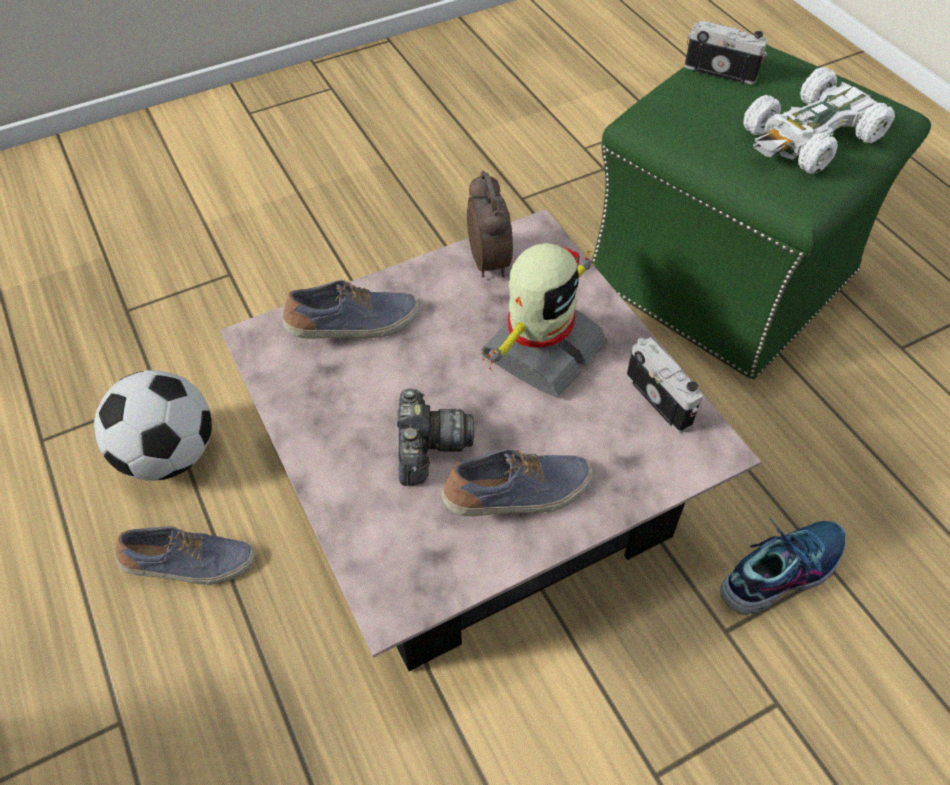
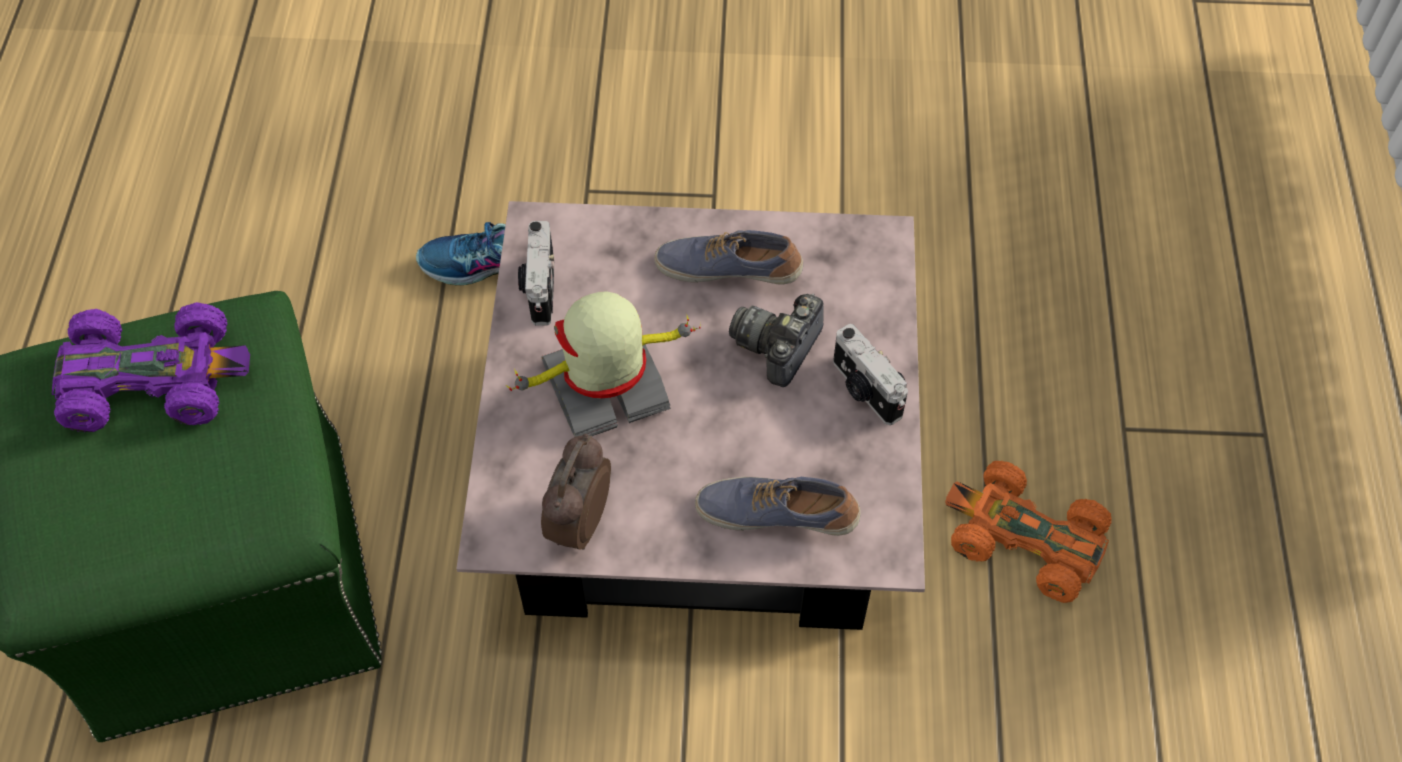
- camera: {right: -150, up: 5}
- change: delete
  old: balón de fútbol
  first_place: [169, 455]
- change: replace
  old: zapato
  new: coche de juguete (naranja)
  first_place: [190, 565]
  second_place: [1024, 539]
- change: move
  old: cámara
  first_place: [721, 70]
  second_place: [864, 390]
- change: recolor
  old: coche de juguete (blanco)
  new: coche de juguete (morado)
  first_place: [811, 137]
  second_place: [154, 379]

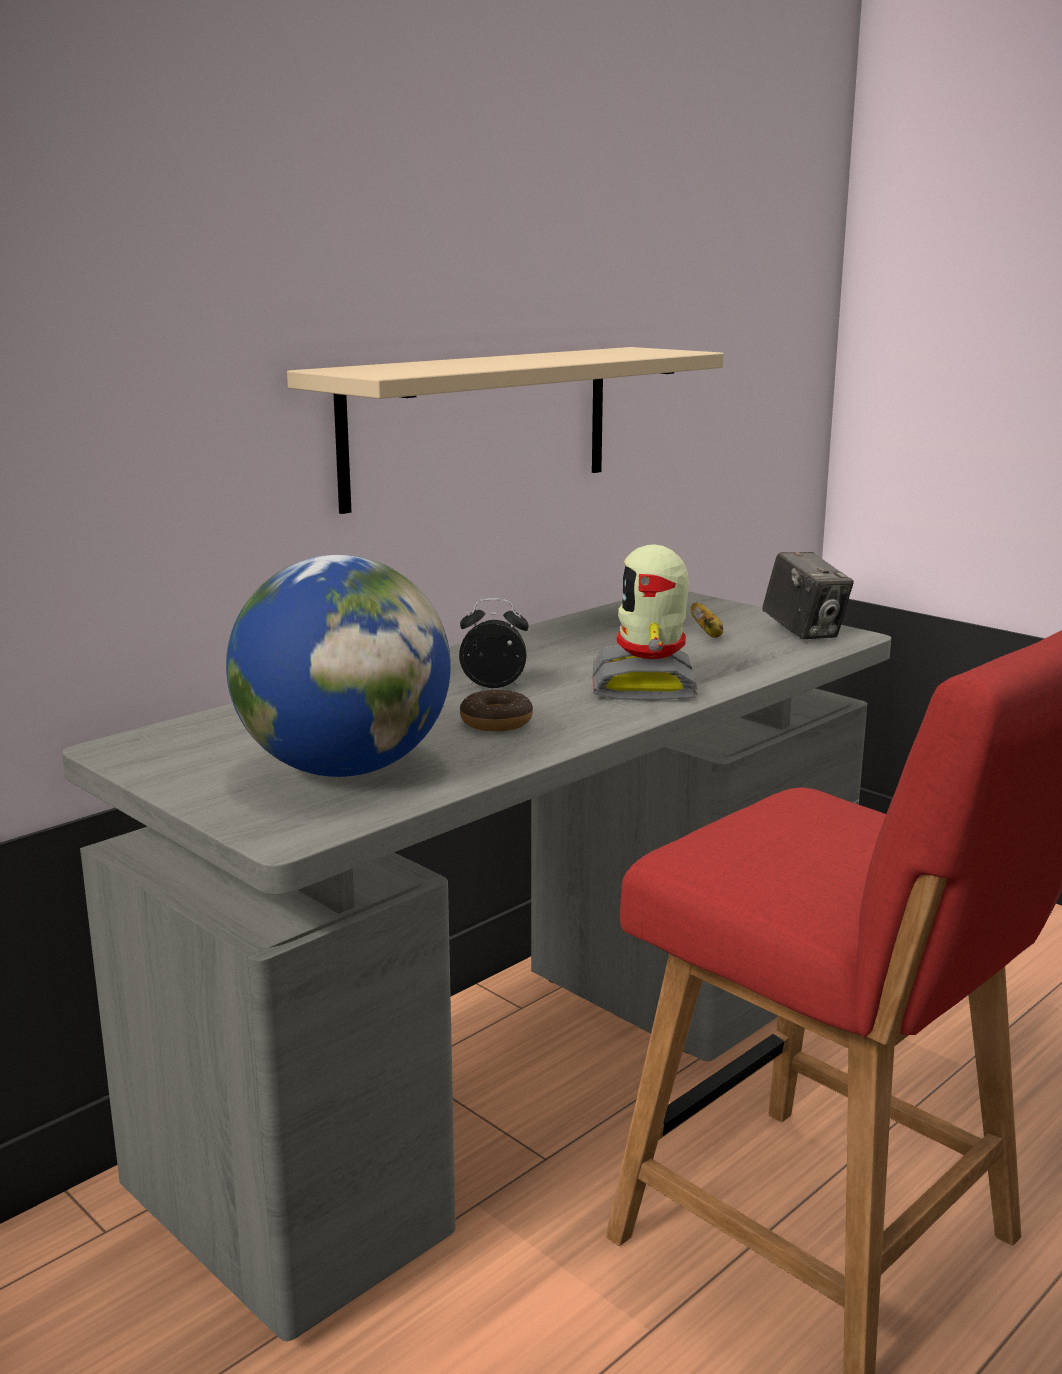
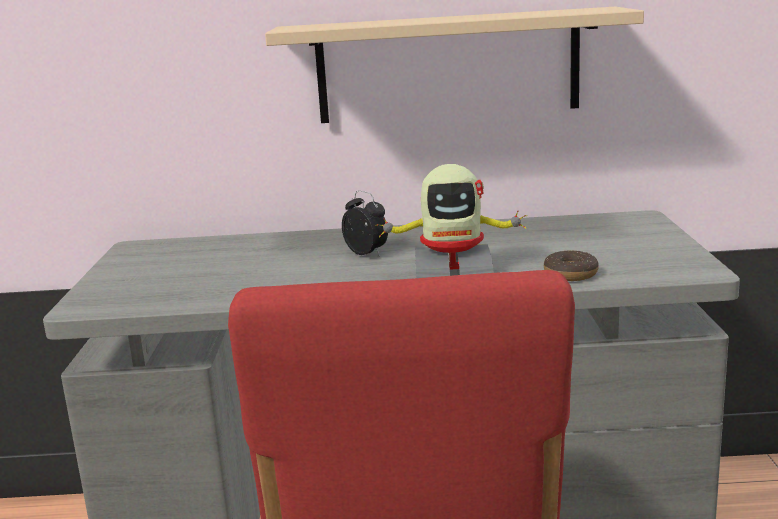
- camera: {right: 45, up: 0}
- change: delete
  old: globo terráqueo
  first_place: [344, 769]
- change: move
  old: rosquilla
  first_place: [496, 722]
  second_place: [570, 274]
- change: rotate
  old: robot de juguete
  first_place: [647, 685]
  second_place: [453, 274]
  degrees: -135
- change: delete
  old: plátano
  first_place: [707, 634]
- change: delete
  old: cámara
  first_place: [804, 632]

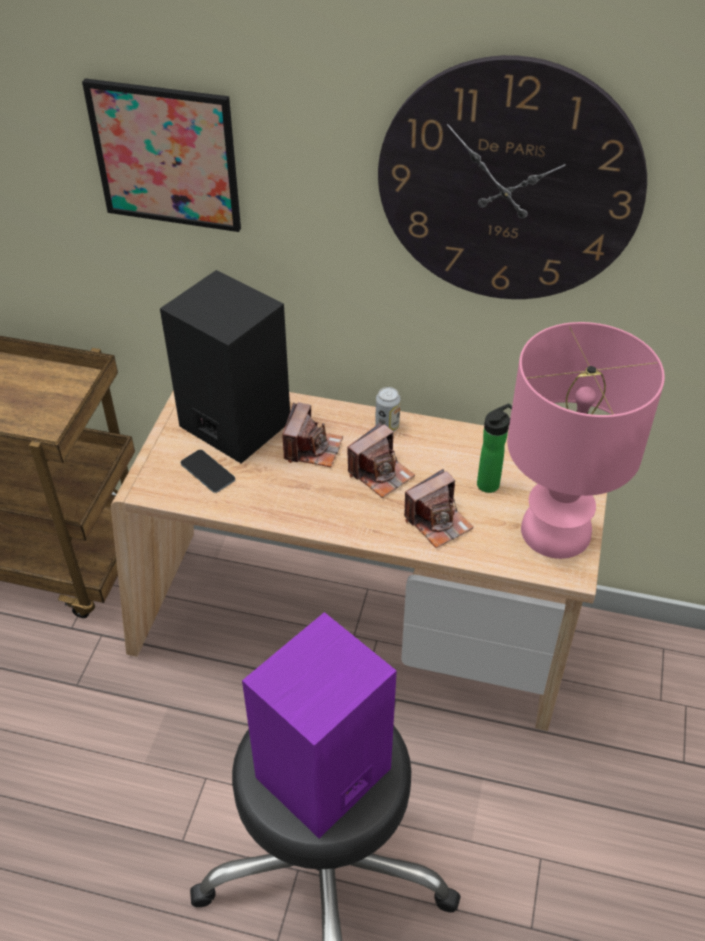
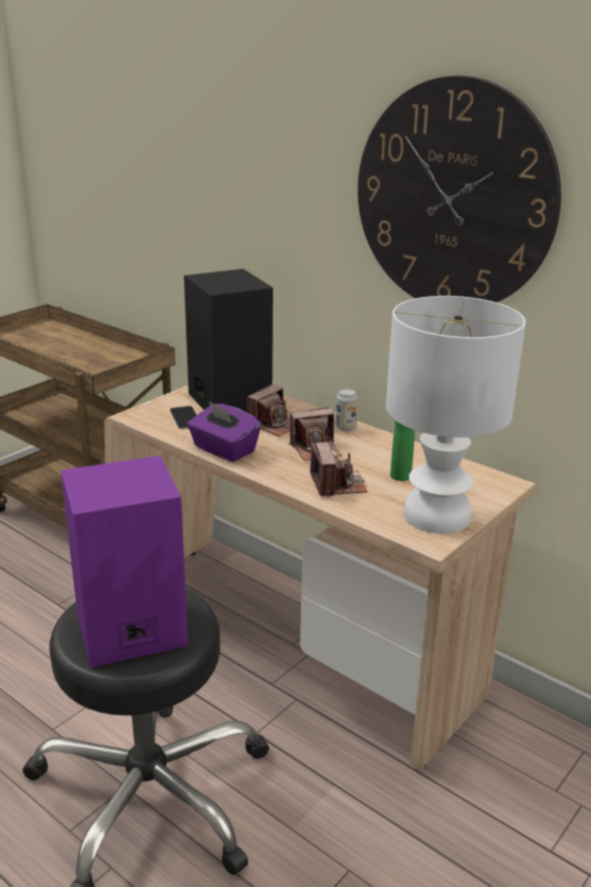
- camera: {right: 25, up: -20}
- change: delete
  old: cuadro
  first_place: [166, 156]
- change: rotate
  old: cámara
  first_place: [438, 522]
  second_place: [338, 485]
  degrees: -90
- change: recolor
  old: lámpara de mesa (rosa)
  new: lámpara de mesa (blanco)
  first_place: [554, 530]
  second_place: [436, 514]
- change: insert
  new: caja de pañuelos (morado)
  second_place: [223, 450]

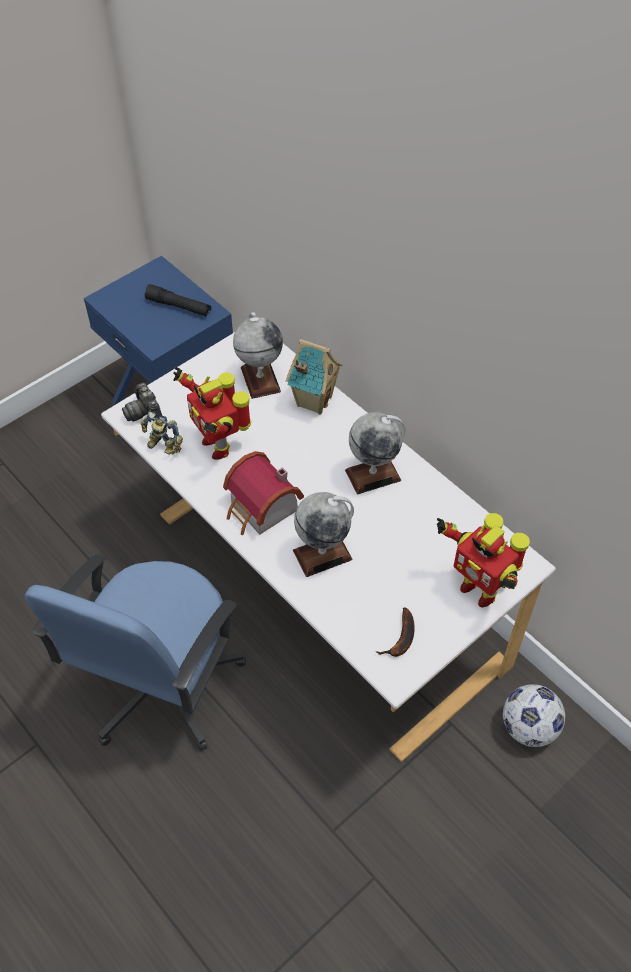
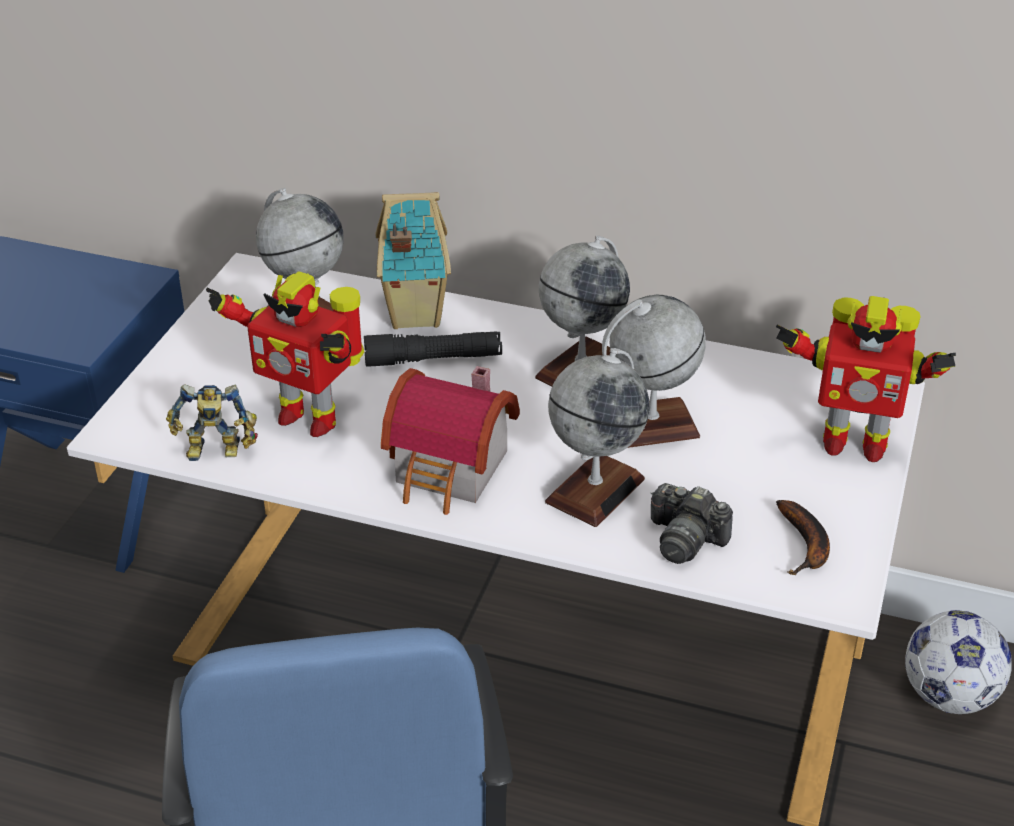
- camera: {right: -30, up: -15}
- change: move
  old: cámara
  first_place: [144, 411]
  second_place: [685, 539]
- change: move
  old: linterna (negro)
  first_place: [179, 306]
  second_place: [433, 359]
- change: insert
  new: globo terráqueo
  second_place: [650, 425]

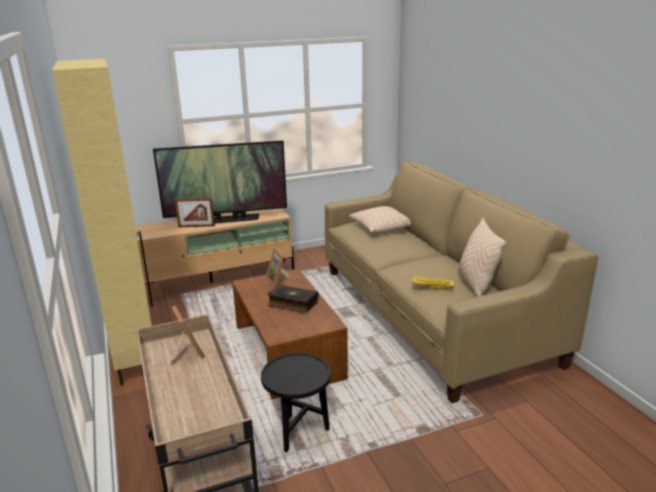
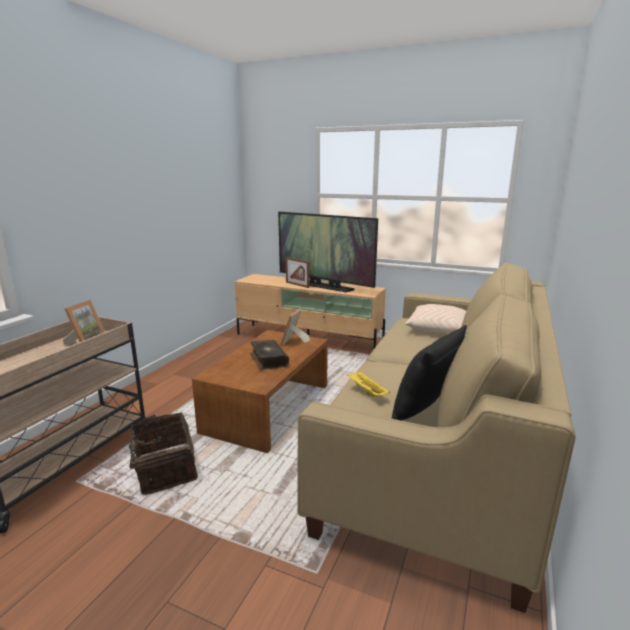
- camera: {right: 45, up: -5}
- change: delete
  old: armario (beis)
  first_place: [135, 358]
- change: replace
  old: mesa auxiliar (negro)
  new: cesta
  first_place: [299, 435]
  second_place: [164, 469]
- change: recolor
  old: cojín (beis)
  new: cojín (negro)
  first_place: [476, 284]
  second_place: [423, 411]

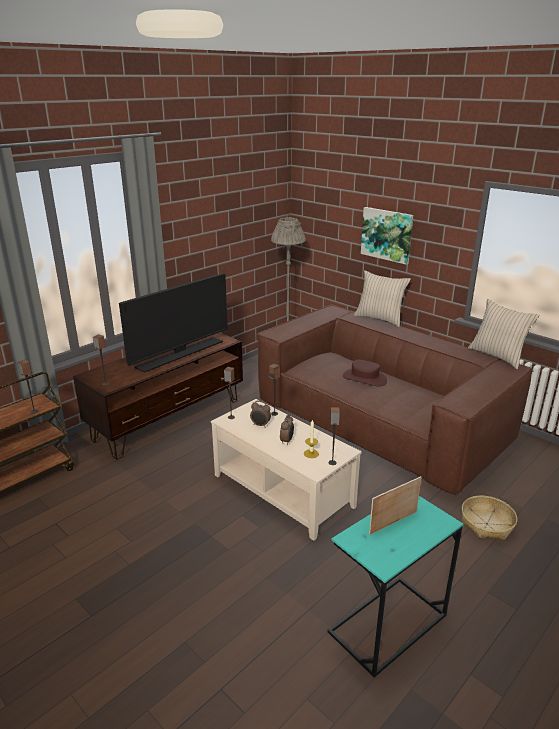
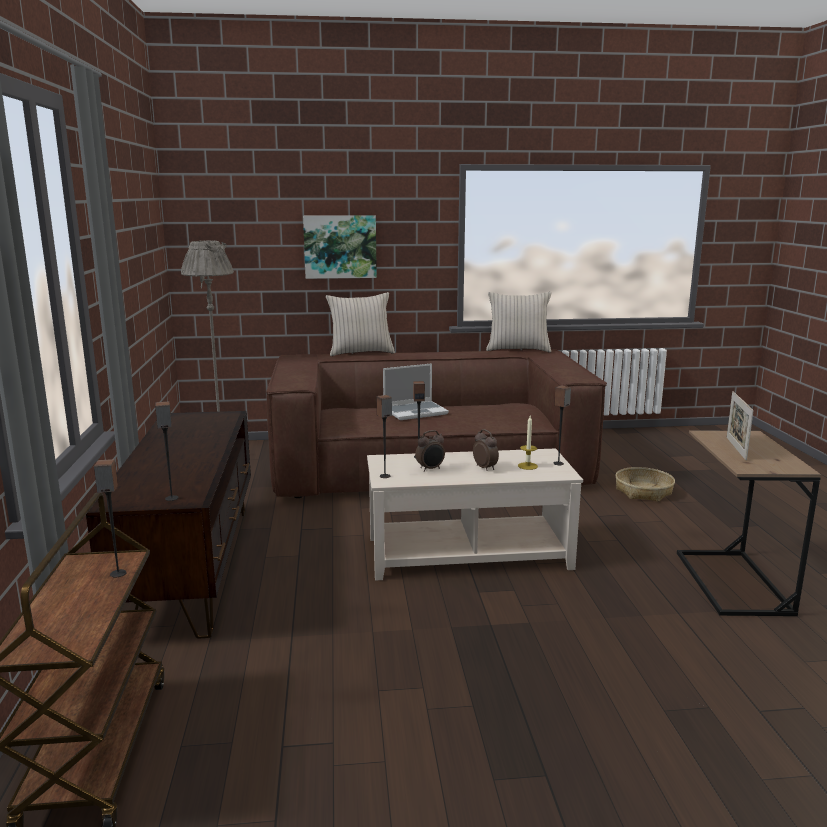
- camera: {right: -50, up: -10}
- change: delete
  old: televisor
  first_place: [180, 354]
- change: recolor
  old: mesa auxiliar (turquesa)
  new: mesa auxiliar (marrón)
  first_place: [387, 624]
  second_place: [732, 582]
- change: replace
  old: sombrero (marrón)
  new: portátil
  first_place: [364, 378]
  second_place: [415, 411]

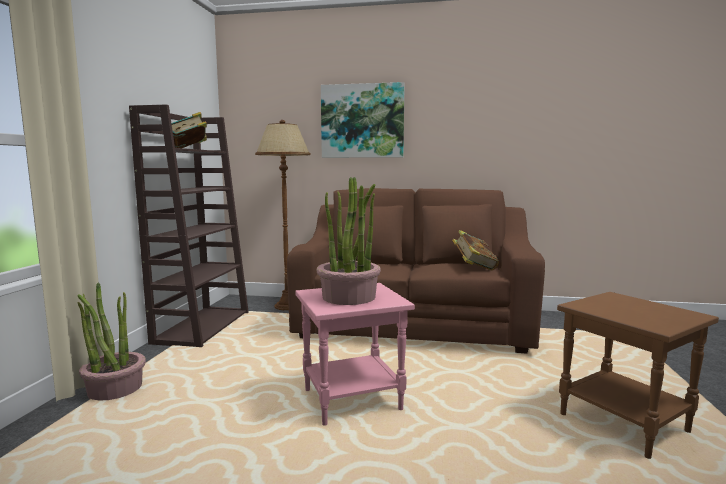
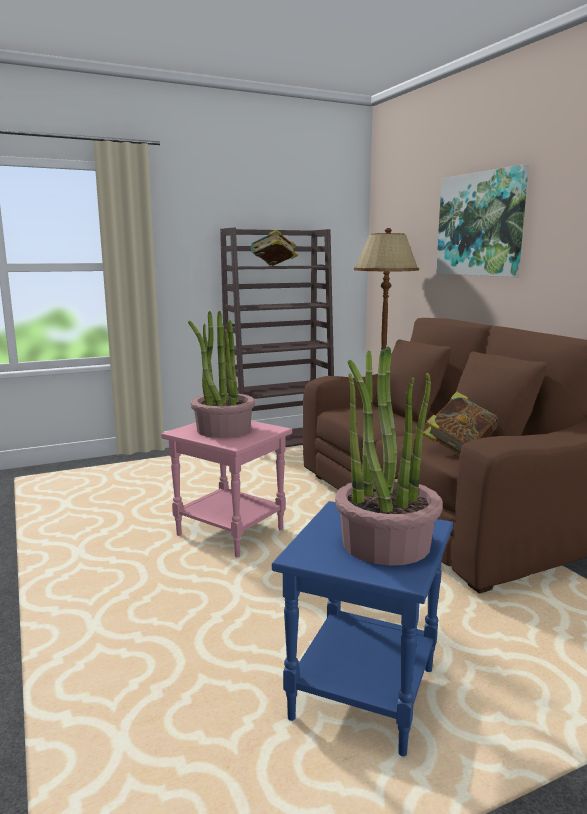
- camera: {right: 55, up: 5}
- change: move
  old: planta en maceta
  first_place: [115, 389]
  second_place: [385, 543]
- change: recolor
  old: mesa auxiliar (marrón)
  new: mesa auxiliar (azul)
  first_place: [625, 423]
  second_place: [365, 696]

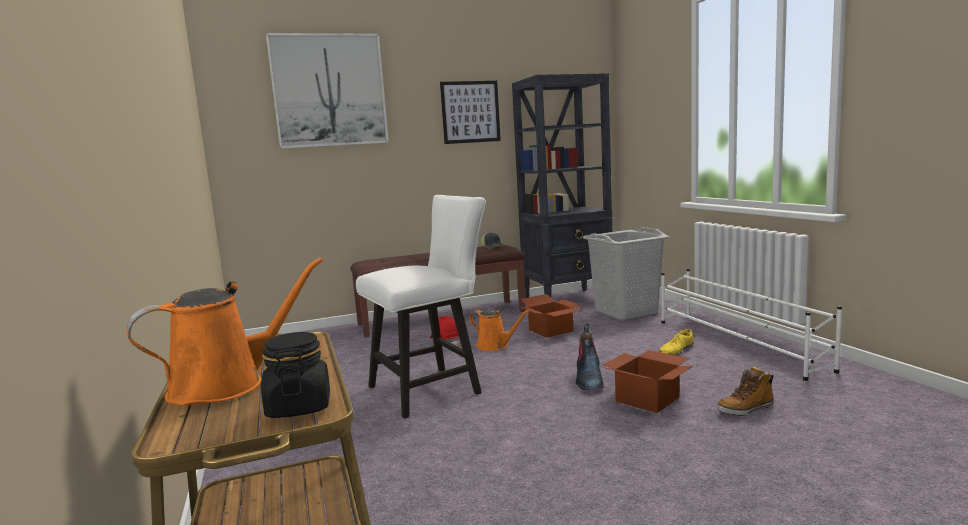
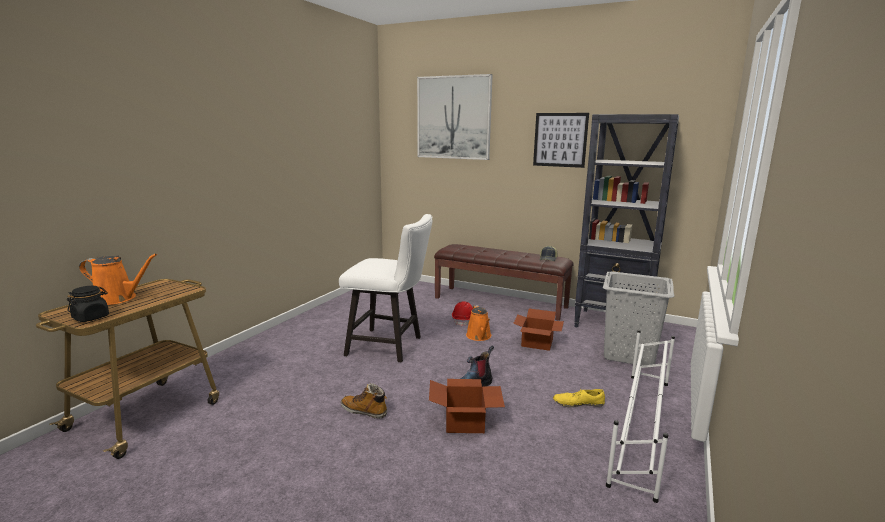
- camera: {right: 45, up: 5}
- change: move
  old: bota
  first_place: [745, 409]
  second_place: [364, 411]

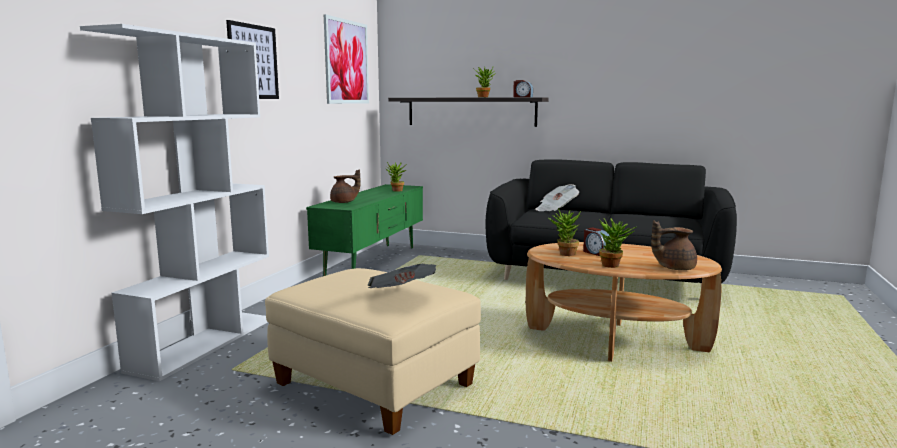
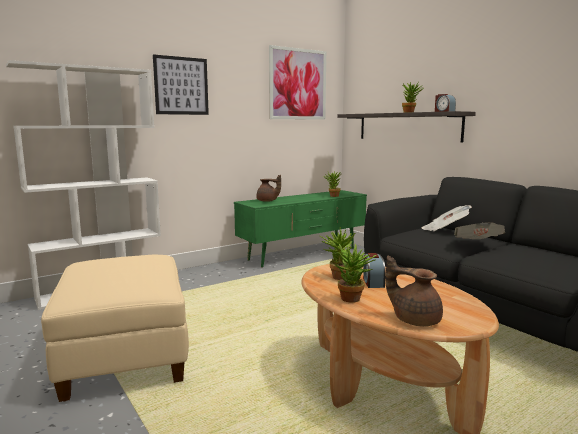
- camera: {right: 35, up: 0}
- change: move
  old: periódico
  first_place: [401, 295]
  second_place: [477, 245]

